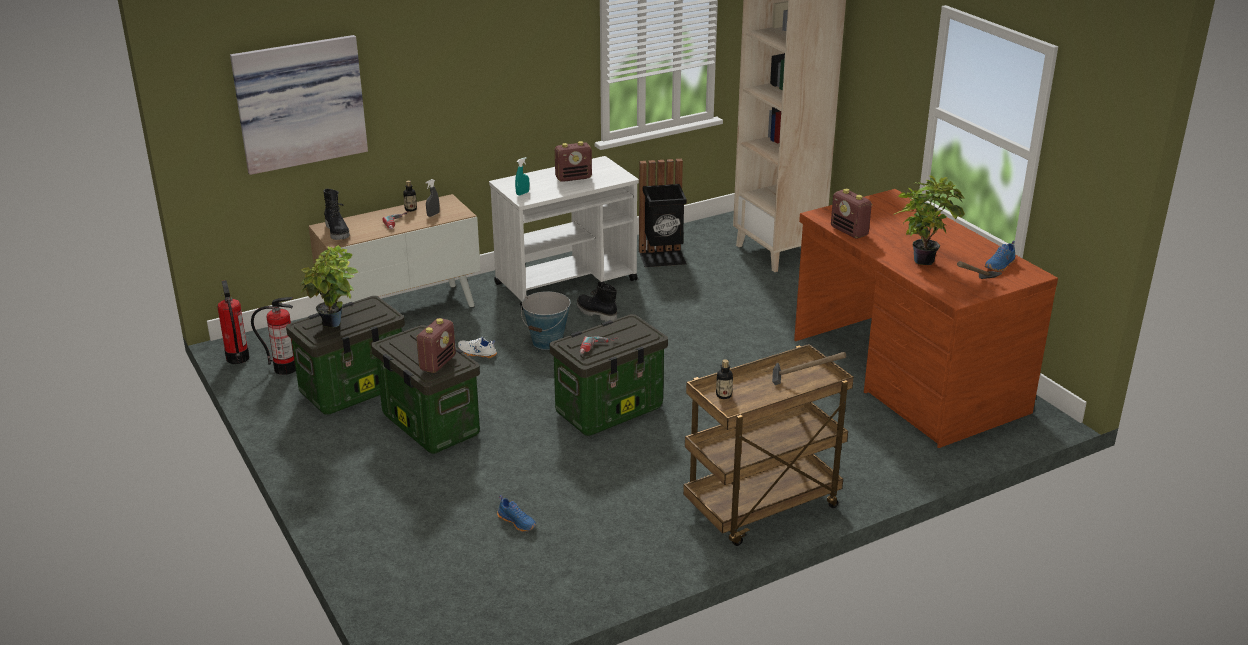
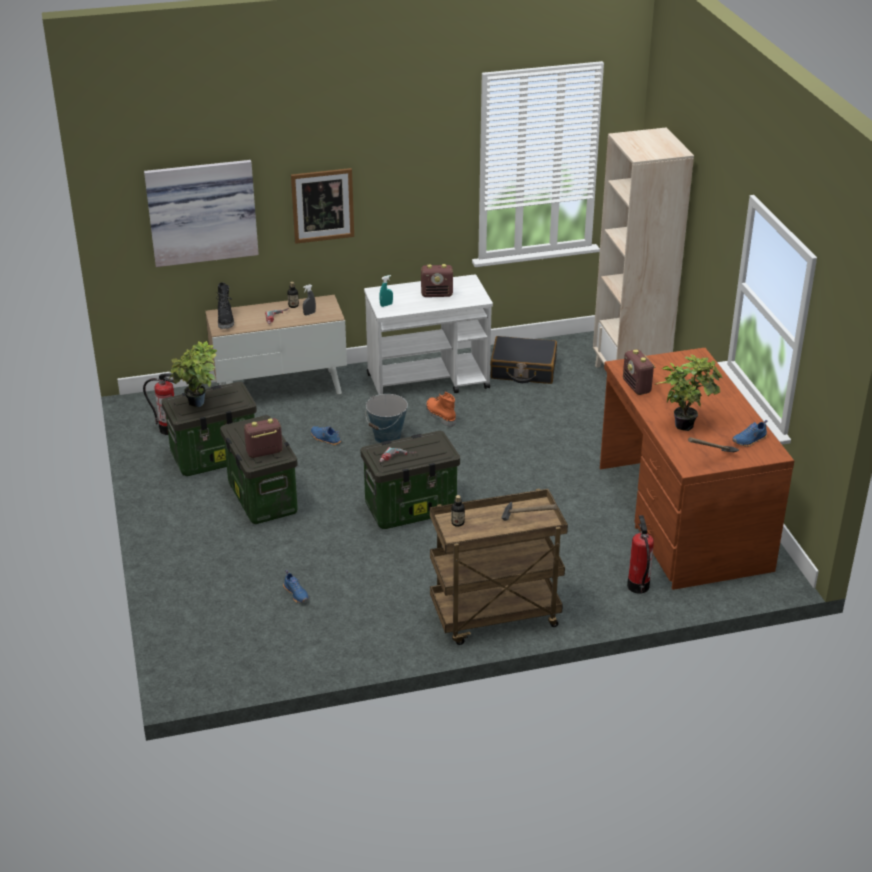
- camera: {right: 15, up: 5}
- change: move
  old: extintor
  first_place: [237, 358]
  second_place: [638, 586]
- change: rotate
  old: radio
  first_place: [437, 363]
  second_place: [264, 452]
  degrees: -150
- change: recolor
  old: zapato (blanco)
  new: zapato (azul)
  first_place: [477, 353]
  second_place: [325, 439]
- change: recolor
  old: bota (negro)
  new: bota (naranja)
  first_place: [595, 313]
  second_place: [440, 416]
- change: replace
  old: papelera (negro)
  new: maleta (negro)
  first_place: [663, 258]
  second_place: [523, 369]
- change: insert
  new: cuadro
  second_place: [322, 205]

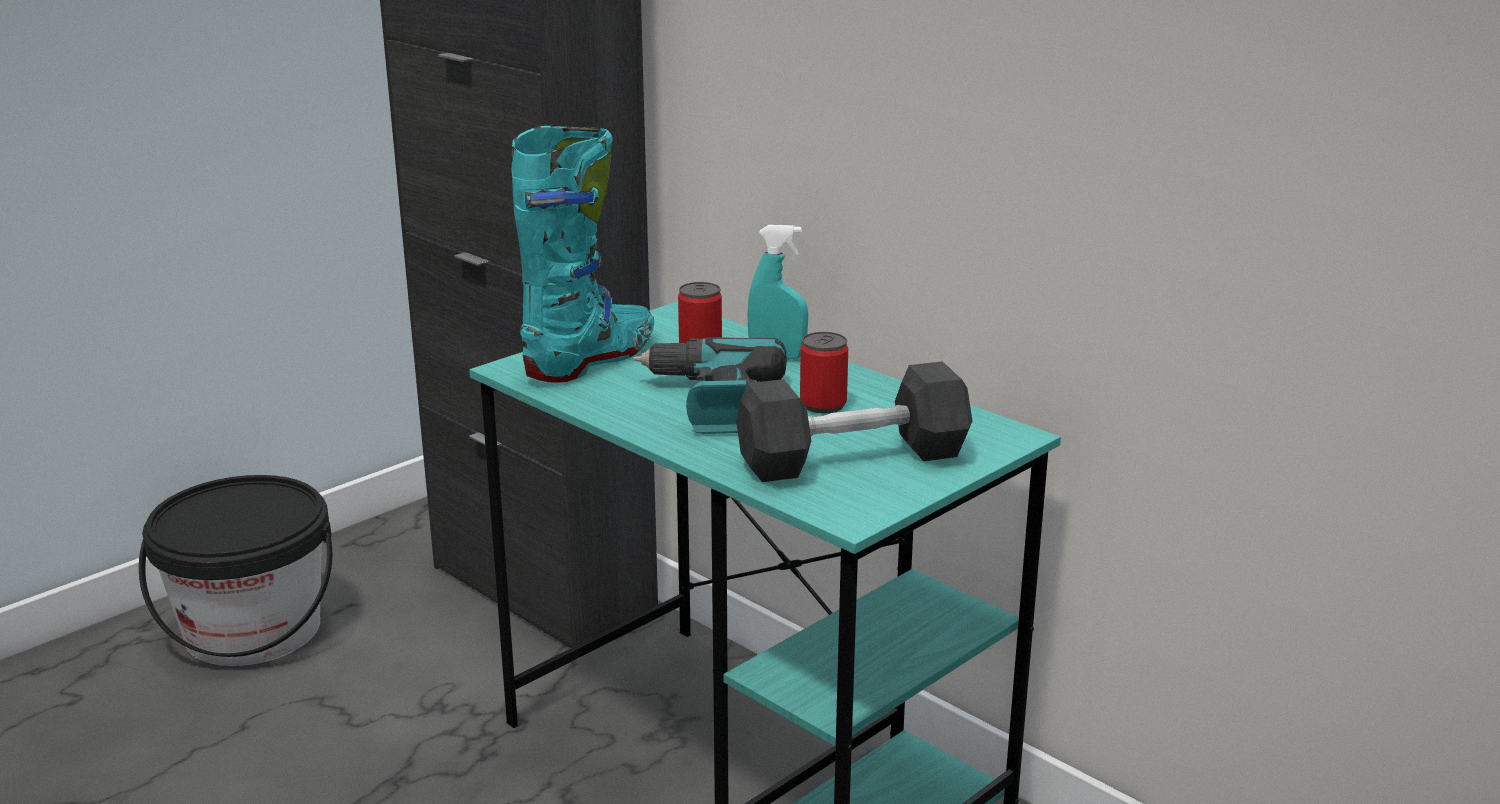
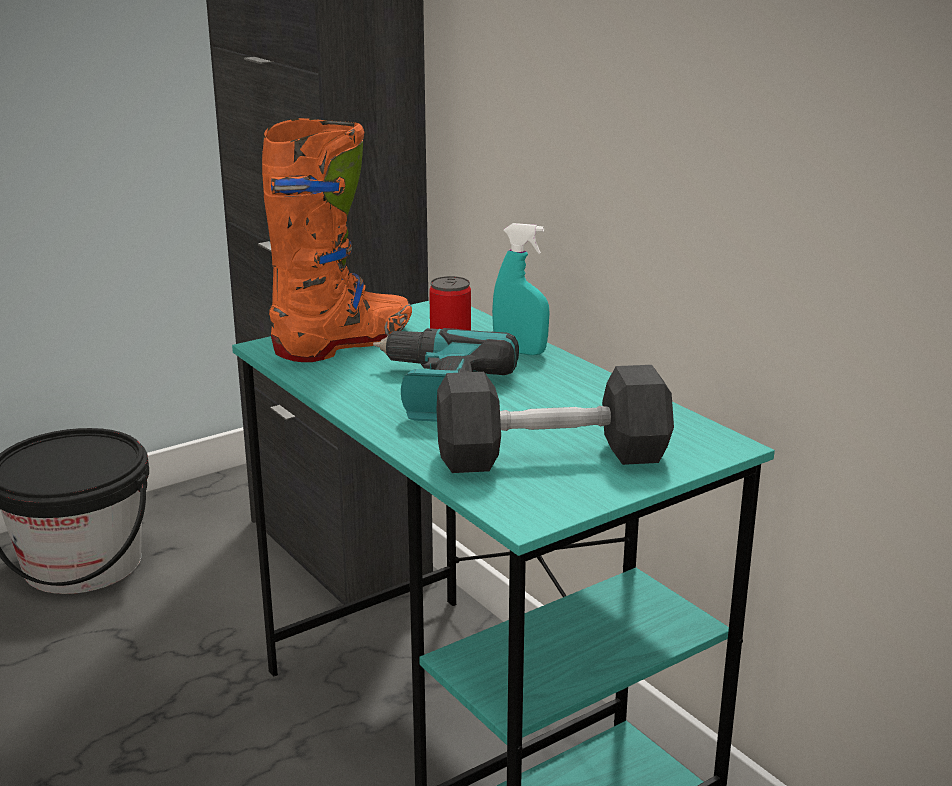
- camera: {right: 10, up: 0}
- change: recolor
  old: bota (turquesa)
  new: bota (naranja)
  first_place: [591, 360]
  second_place: [345, 344]
- change: delete
  old: lata
  first_place: [823, 405]

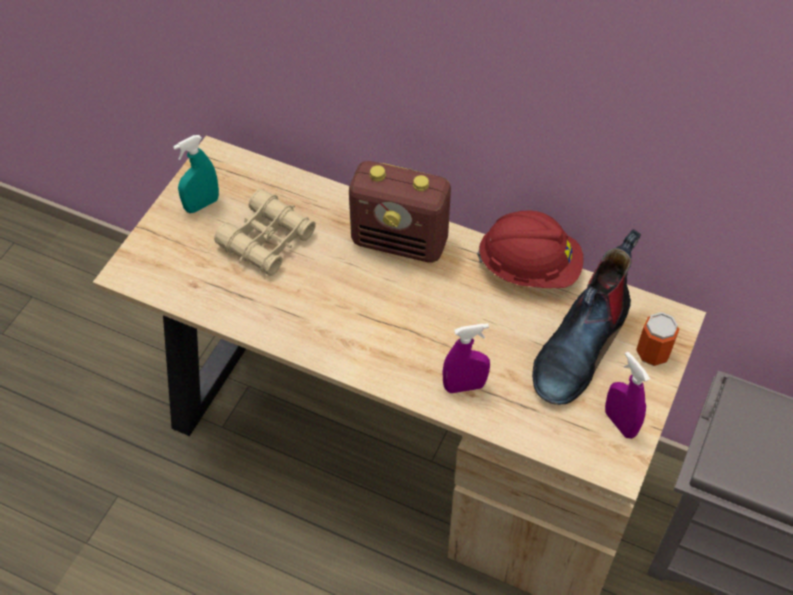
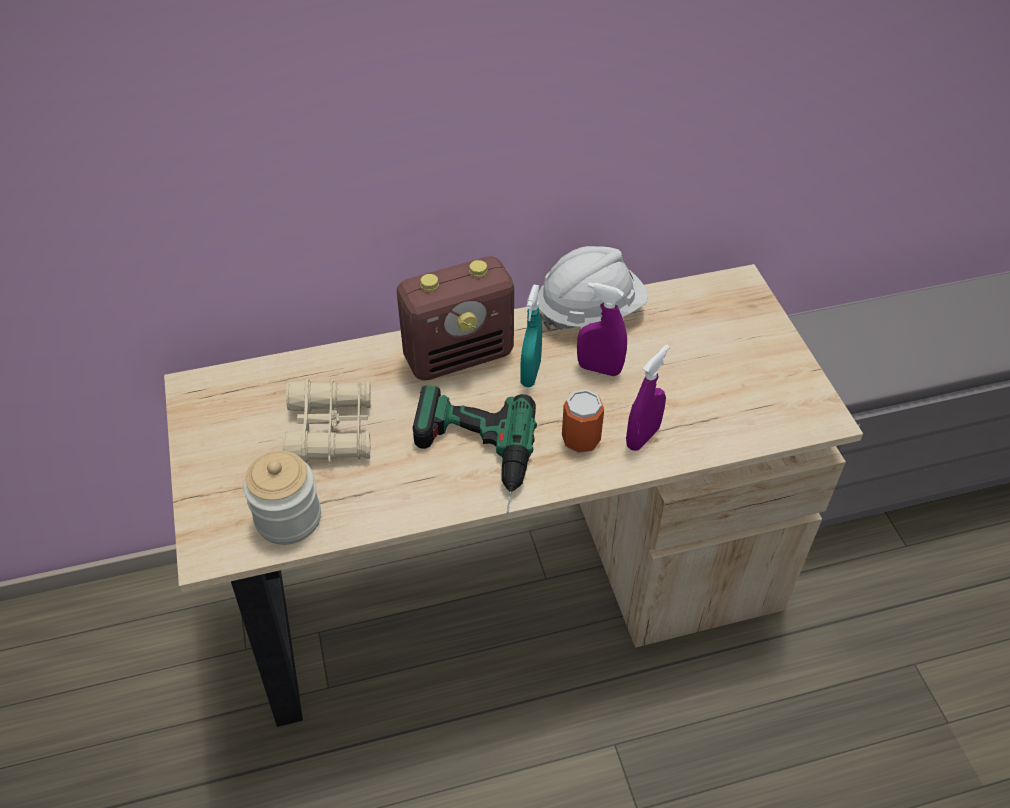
- camera: {right: -40, up: -5}
- change: move
  old: pulverizador (turquesa)
  first_place: [202, 204]
  second_place: [530, 373]
- change: recolor
  old: casco (rojo)
  new: casco (blanco)
  first_place: [529, 268]
  second_place: [590, 311]
- change: delete
  old: bota
  first_place: [580, 346]
- change: move
  old: pulverizador (morado)
  first_place: [620, 423]
  second_place: [599, 369]
- change: move
  old: lata
  first_place: [652, 353]
  second_place: [580, 440]
- change: insert
  new: tarro
  second_place: [288, 518]
- change: insert
  new: taladro
  second_place: [471, 458]

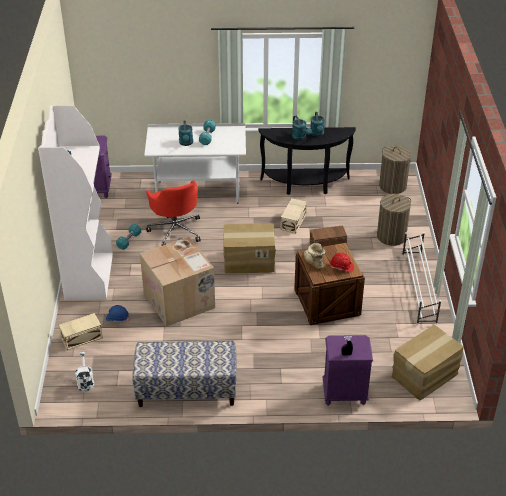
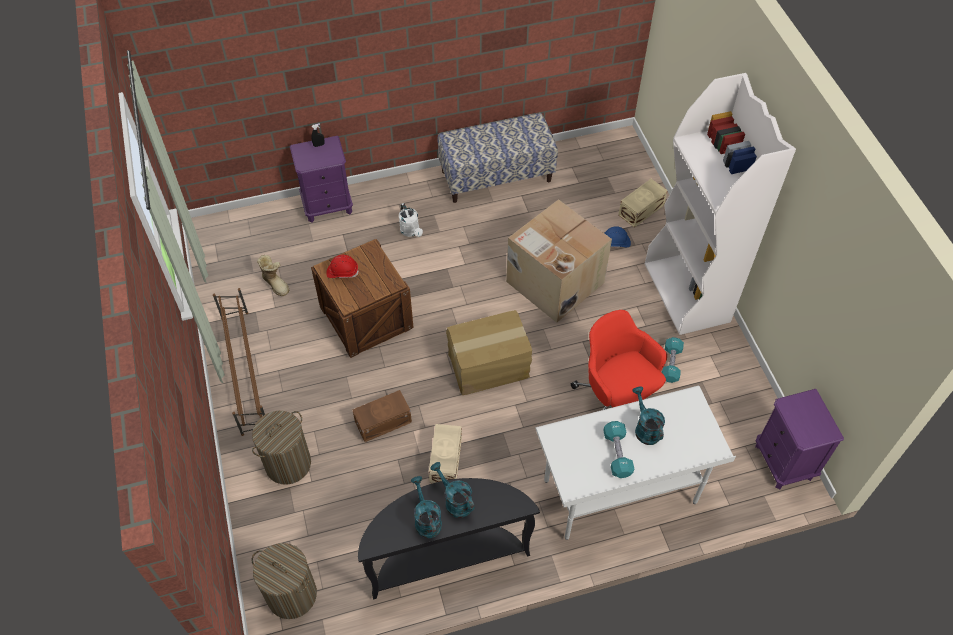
- camera: {right: 165, up: 15}
- change: move
  old: regadera (blanco)
  first_place: [85, 382]
  second_place: [411, 232]
- change: move
  old: bota
  first_place: [313, 263]
  second_place: [276, 283]
- change: delete
  old: caja de cartón
  first_place: [425, 376]
- change: recolor
  old: zapatero (blanco)
  new: zapatero (marrón)
  first_place: [418, 288]
  second_place: [245, 370]

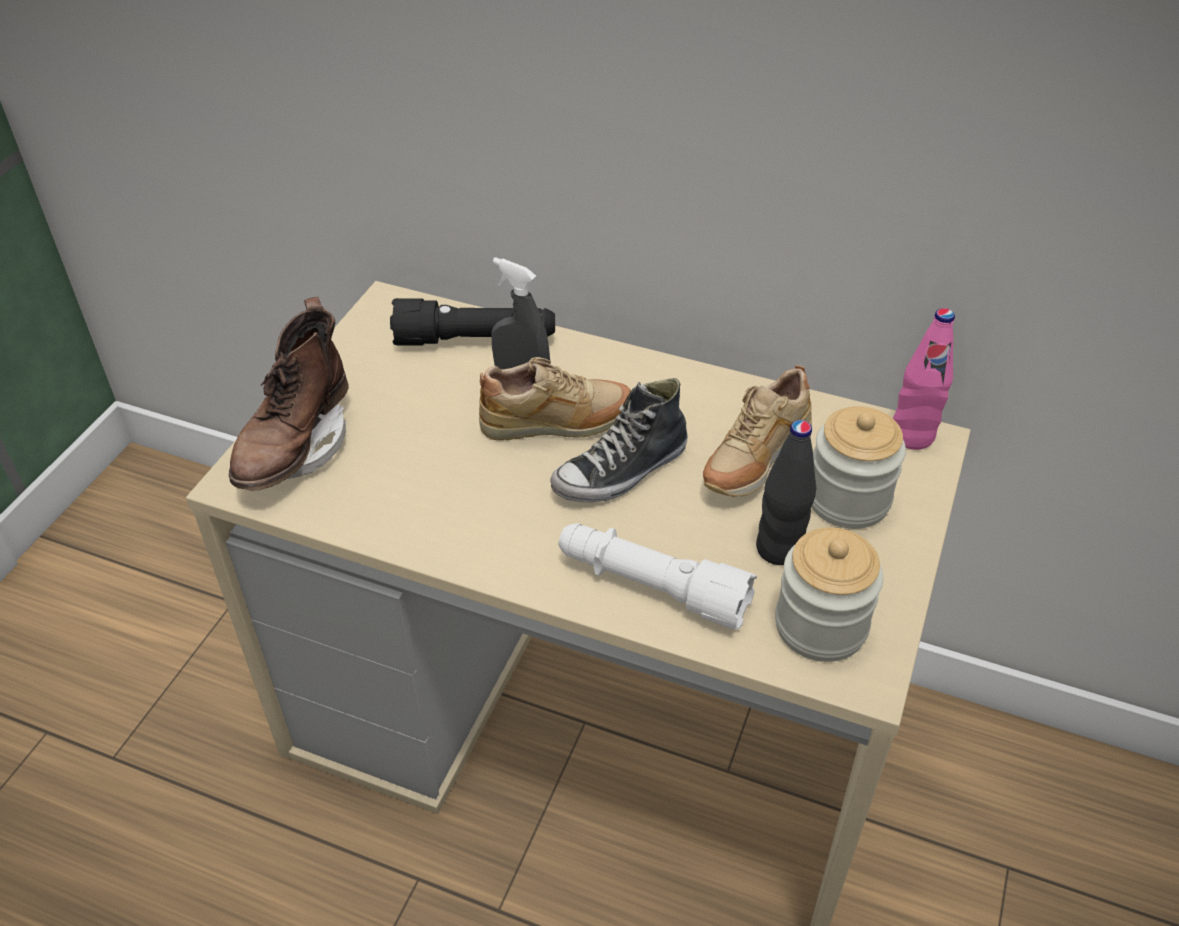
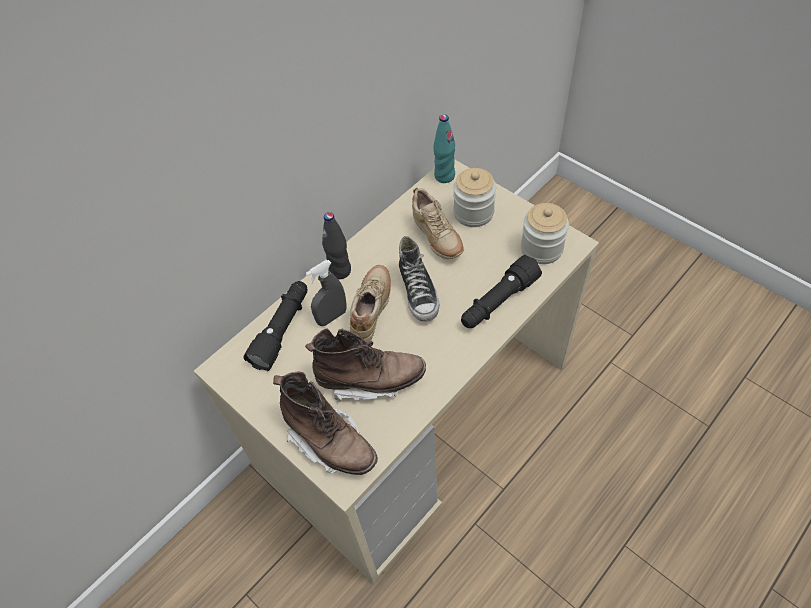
- camera: {right: -65, up: 10}
- change: recolor
  old: linterna (blanco)
  new: linterna (negro)
  first_place: [651, 587]
  second_place: [498, 302]
- change: move
  old: botella (negro)
  first_place: [779, 549]
  second_place: [340, 271]
- change: recolor
  old: botella (rosa)
  new: botella (turquesa)
  first_place: [912, 436]
  second_place: [444, 176]
- change: insert
  new: bota (marrón)
  second_place: [370, 380]

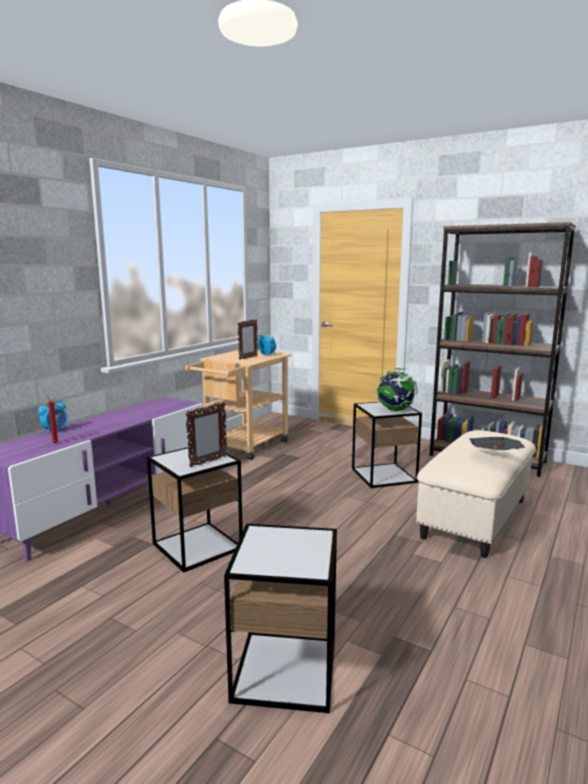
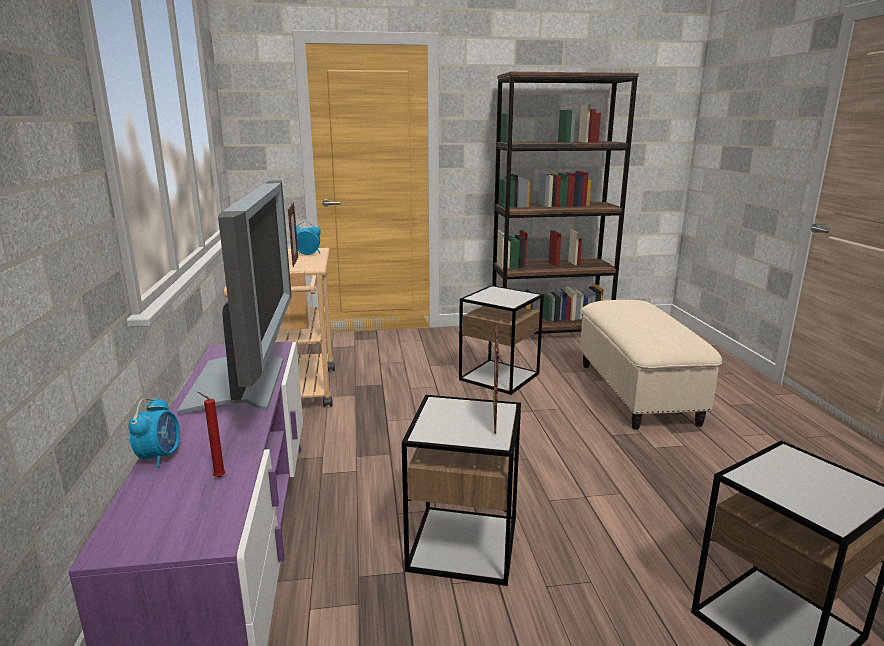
- camera: {right: -40, up: 5}
- change: delete
  old: globo terráqueo
  first_place: [395, 410]
- change: delete
  old: periódico
  first_place: [495, 457]
- change: insert
  new: televisor
  second_place: [245, 384]

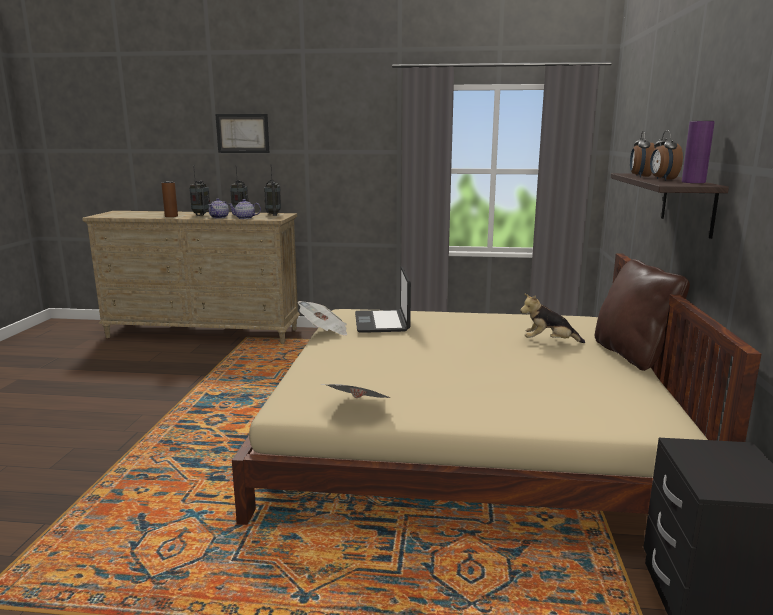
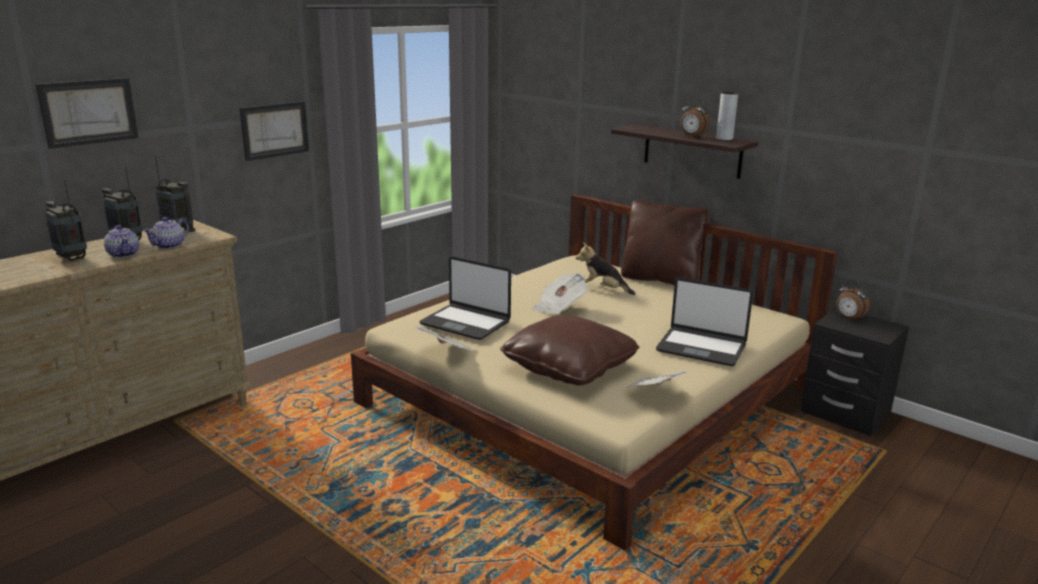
- camera: {right: -55, up: 5}
- change: delete
  old: florero (marrón)
  first_place: [171, 216]
- change: rotate
  old: peluche
  first_place: [549, 342]
  second_place: [603, 289]
  degrees: 75
- change: move
  old: despertador
  first_place: [639, 176]
  second_place: [848, 318]
- change: recolor
  old: florero (morado)
  new: florero (gris)
  first_place: [693, 182]
  second_place: [724, 138]
- change: insert
  new: cuadro
  second_place: [275, 130]
- change: insert
  new: cojín (marrón)
  second_place: [569, 368]
- change: insert
  new: periódico
  second_place: [559, 307]
- change: insert
  new: portátil
  second_place: [701, 347]

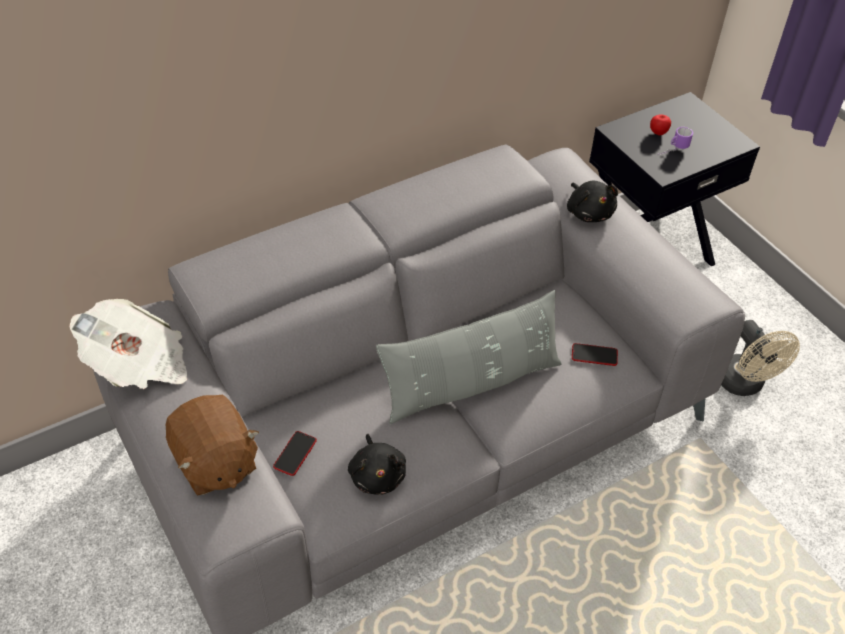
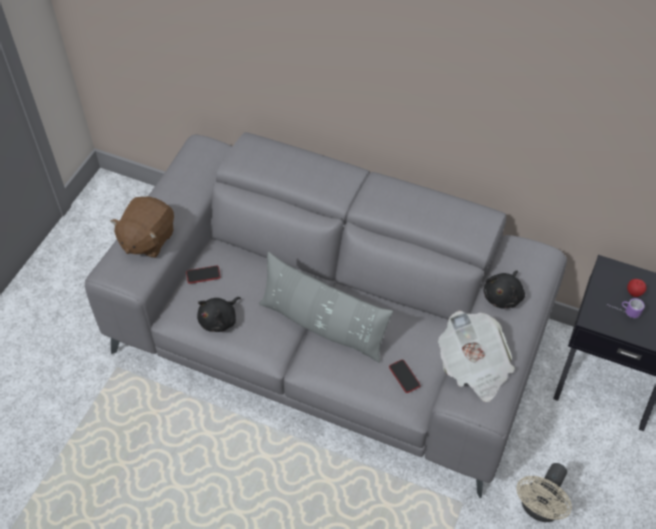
- camera: {right: 55, up: 5}
- change: move
  old: periódico
  first_place: [139, 364]
  second_place: [474, 367]

